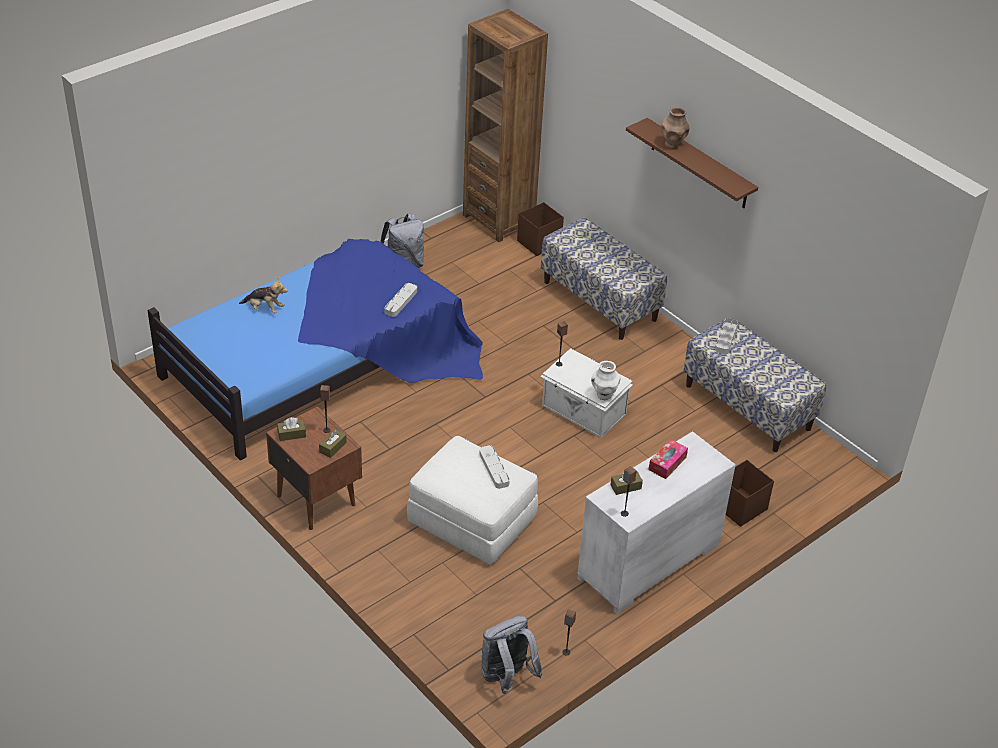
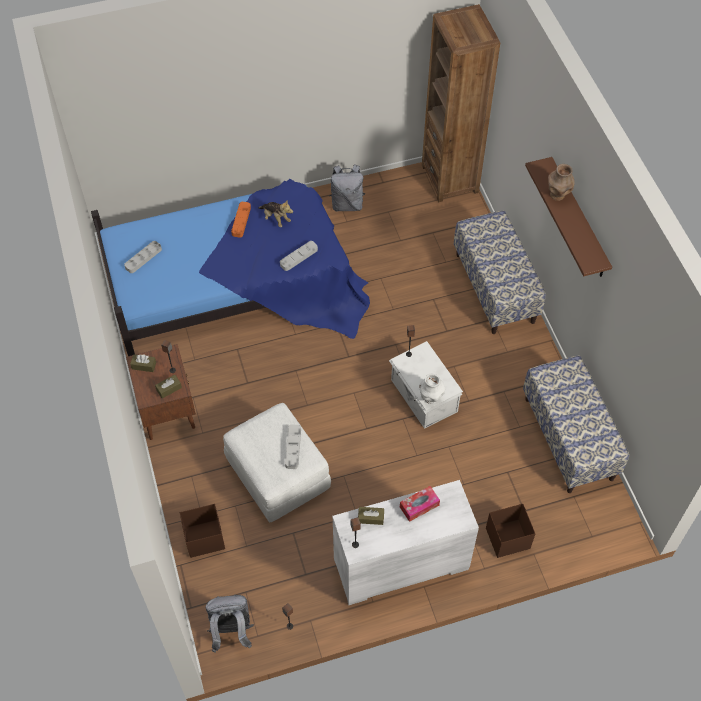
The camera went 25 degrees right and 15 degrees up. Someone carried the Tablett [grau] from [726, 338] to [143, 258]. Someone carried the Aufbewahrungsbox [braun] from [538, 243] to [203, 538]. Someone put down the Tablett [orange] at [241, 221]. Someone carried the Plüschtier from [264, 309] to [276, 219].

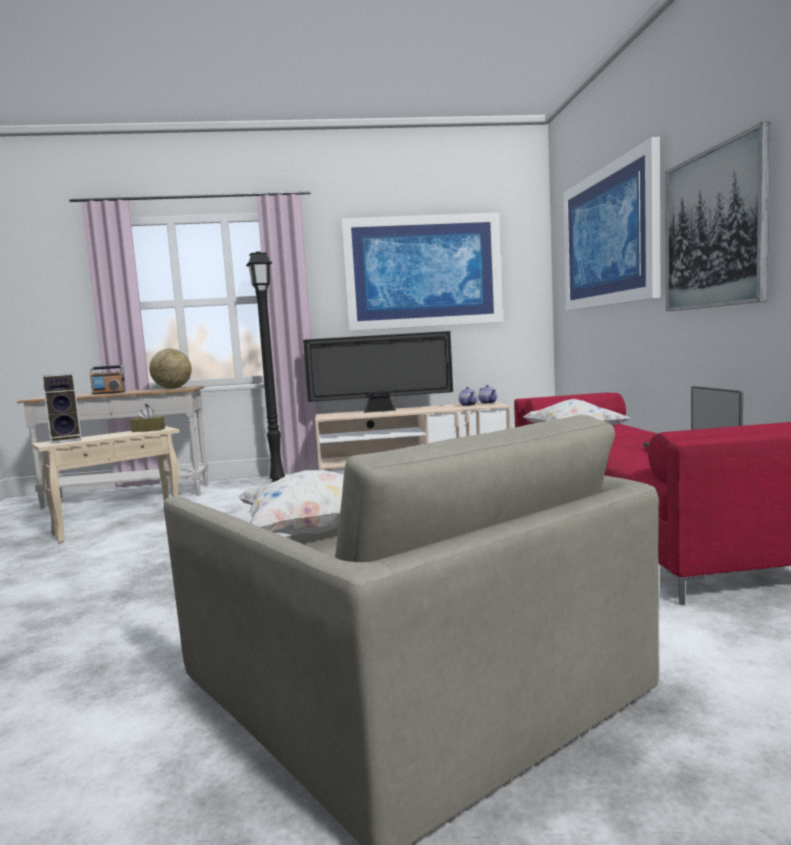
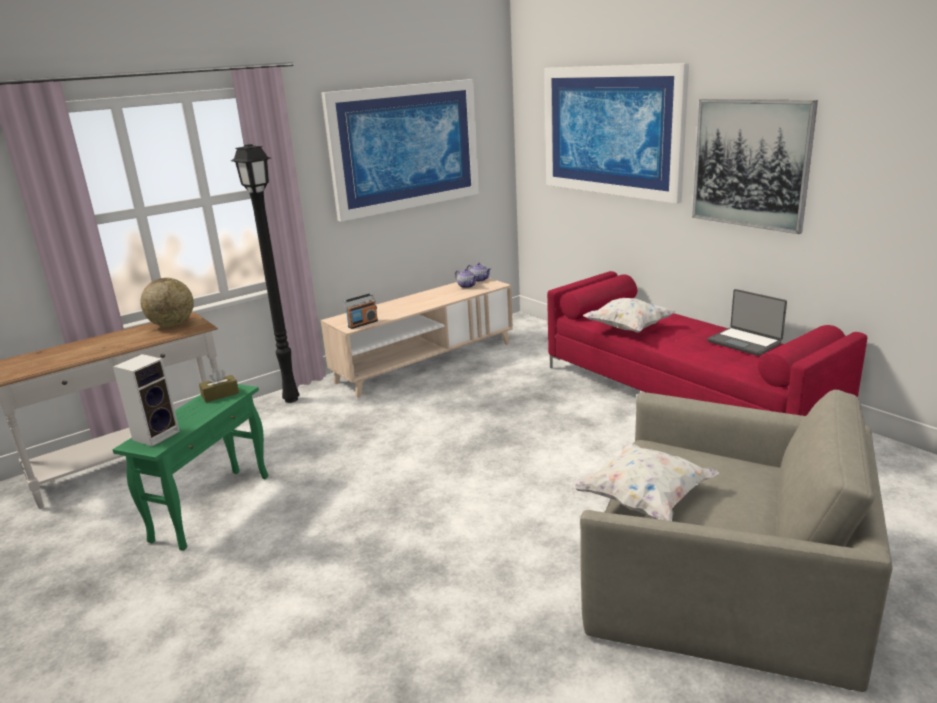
The camera went 30 degrees left and 15 degrees up. Someone repainted the Beistelltisch [beige] at [118, 525], which became the Beistelltisch [grün] at [212, 508]. Someone carried the Radio from [109, 393] to [362, 324]. Someone took away the Fernseher at [382, 411].

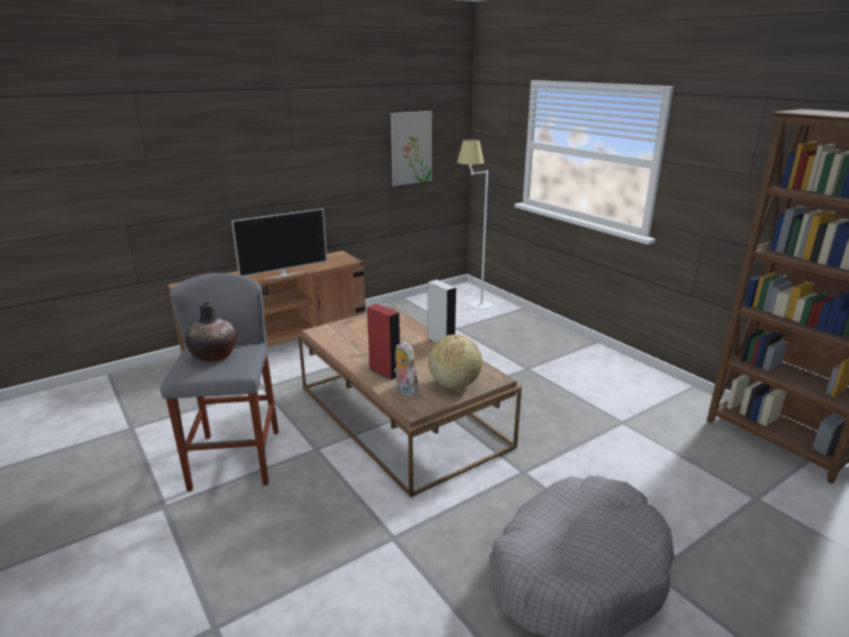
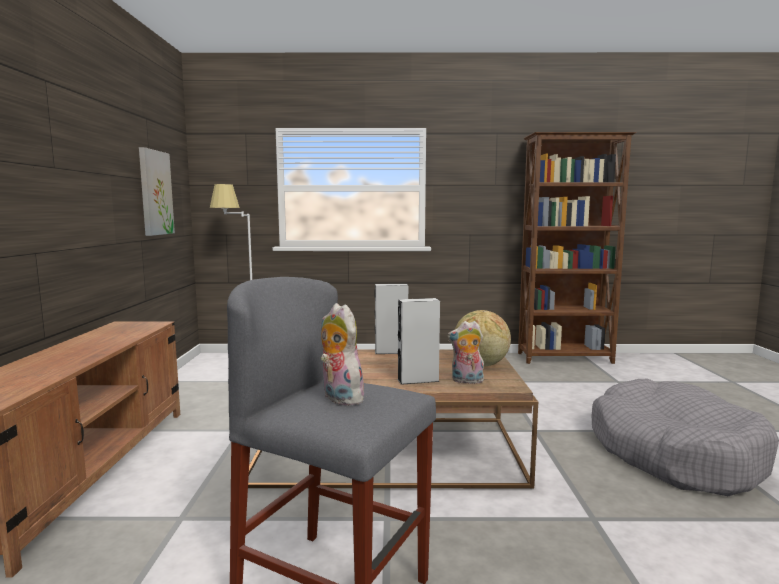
The camera went 55 degrees left and 15 degrees down. Someone swapped the Vase at [214, 355] for the Plüschtier at [339, 398]. Someone repainted the Lautsprecher [rot] at [384, 372], which became the Lautsprecher [grau] at [418, 380]. Someone took away the Fernseher at [284, 275].

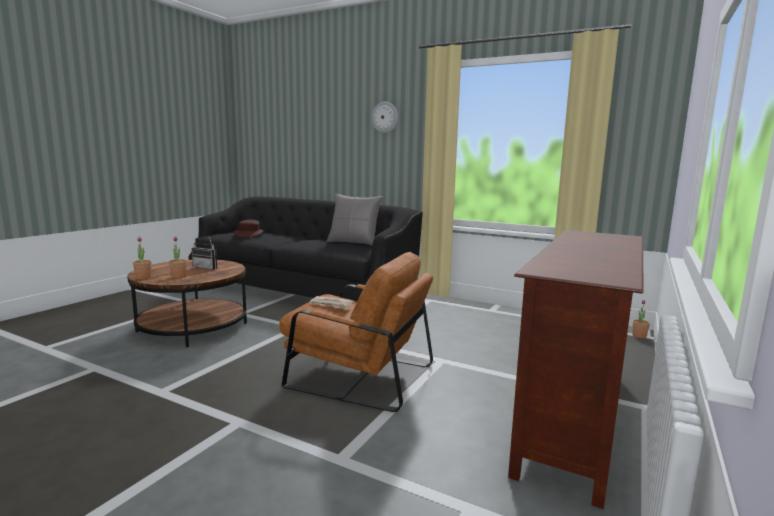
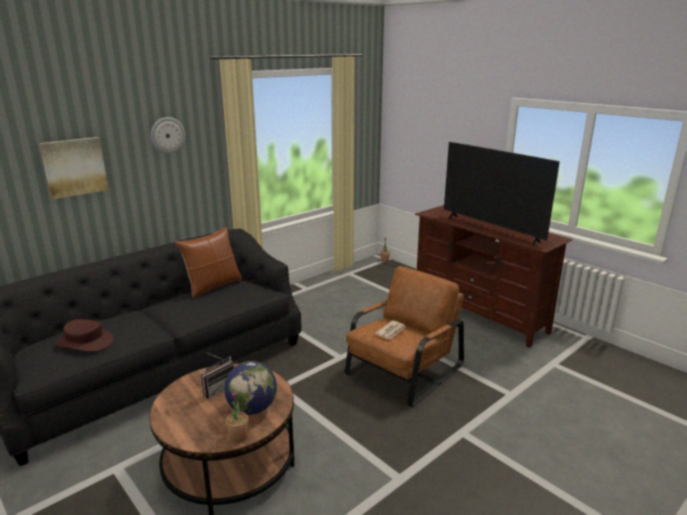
The camera went 70 degrees left and 10 degrees up. Someone put up the Bild at [74, 167]. Someone repainted the Kissen [grau] at [354, 242], which became the Kissen [braun] at [213, 286]. Someone swapped the Topfpflanze at [178, 276] for the Globus at [252, 408]. Someone put down the Fernseher at [491, 229].

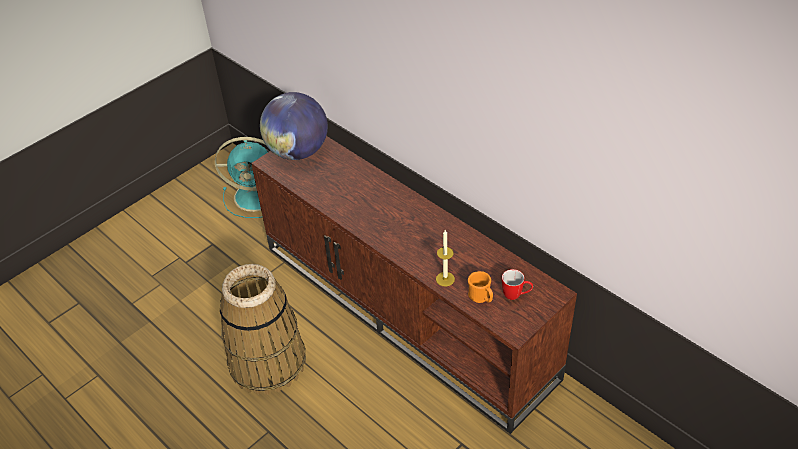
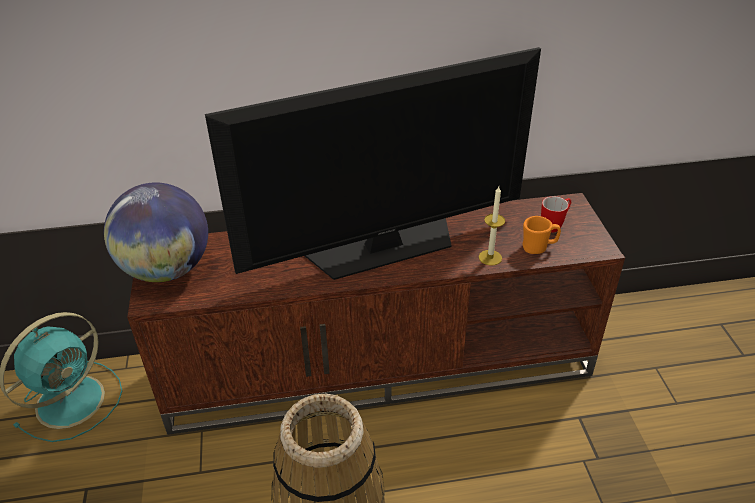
The camera went 55 degrees left and 5 degrees down. Someone put down the Fernseher at [383, 246].

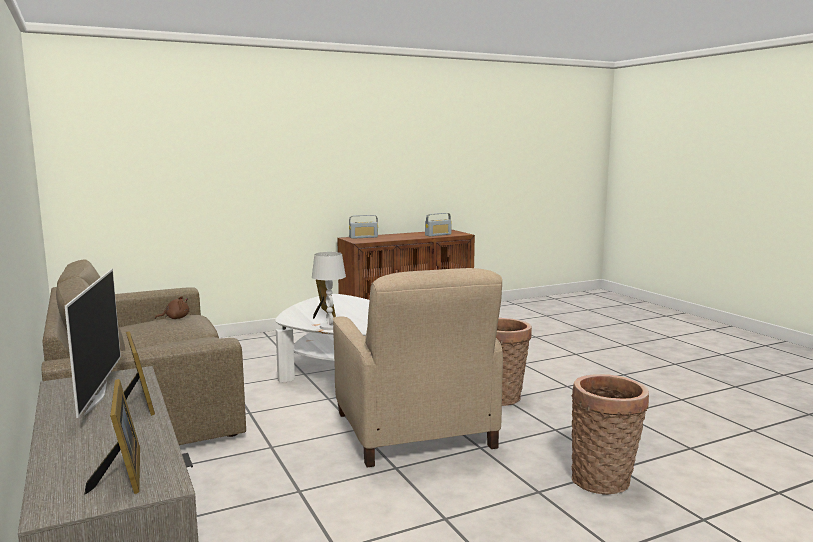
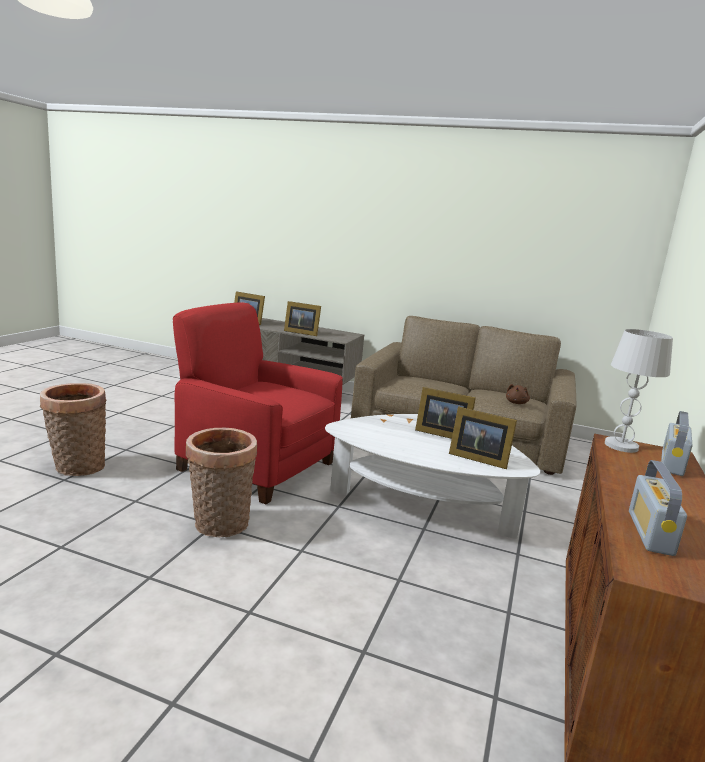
The camera went 135 degrees right and 5 degrees up. Someone repainted the Sessel [beige] at [414, 431], which became the Sessel [rot] at [255, 465]. Someone put down the Bilderrahmen at [477, 458]. Someone carried the Tischlampe [weiß] from [329, 327] to [621, 446]. Someone took away the Fernseher at [94, 398].

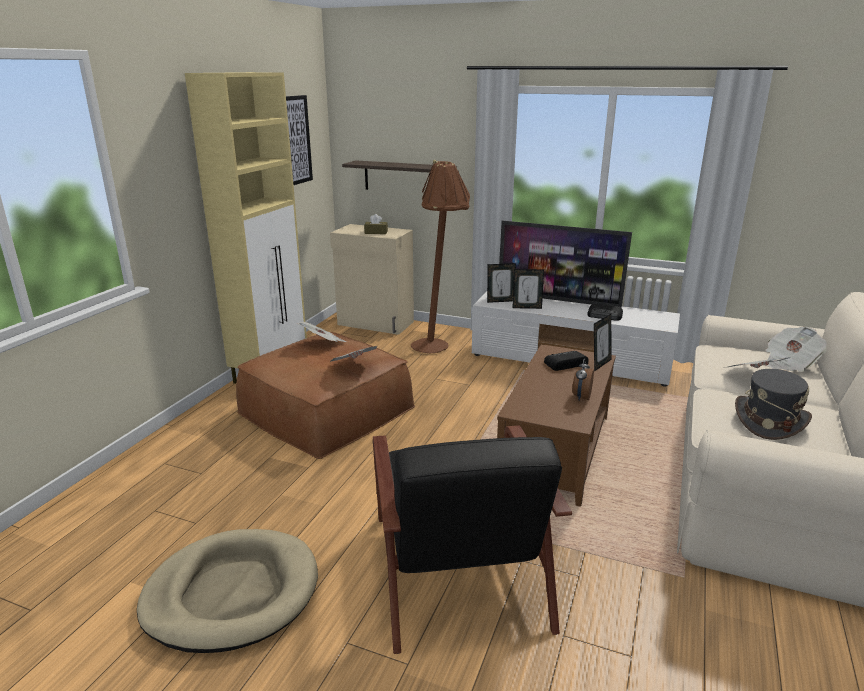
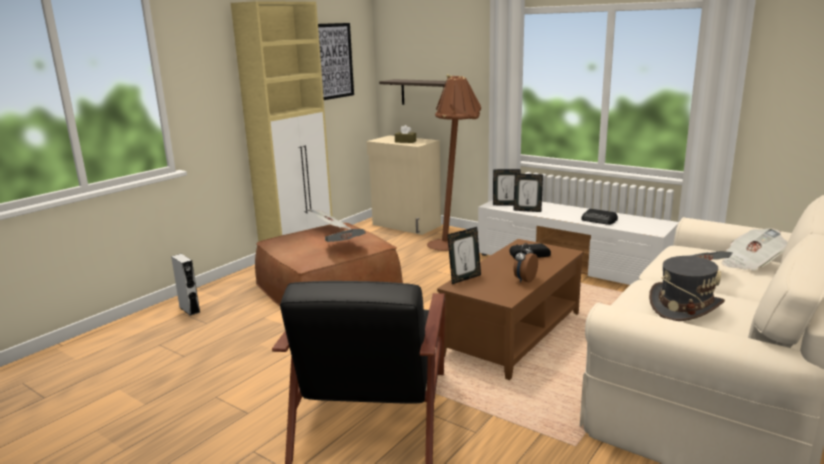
The camera went 15 degrees right and 5 degrees down. Someone put down the Lautsprecher [grau] at [189, 309]. Someone carried the Bilderrahmen from [600, 364] to [464, 278]. Someone took away the Hundebett [beige] at [232, 593]. Someone took away the Fernseher at [558, 300].

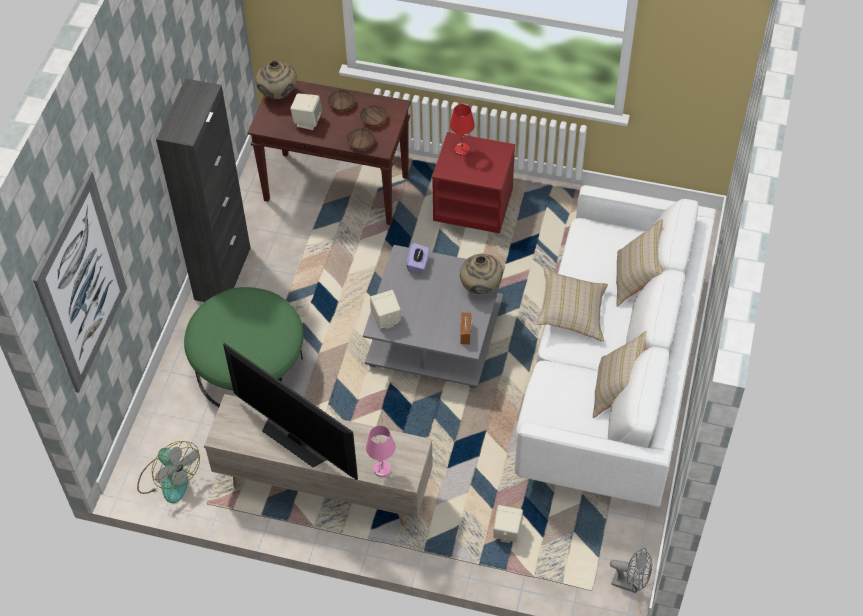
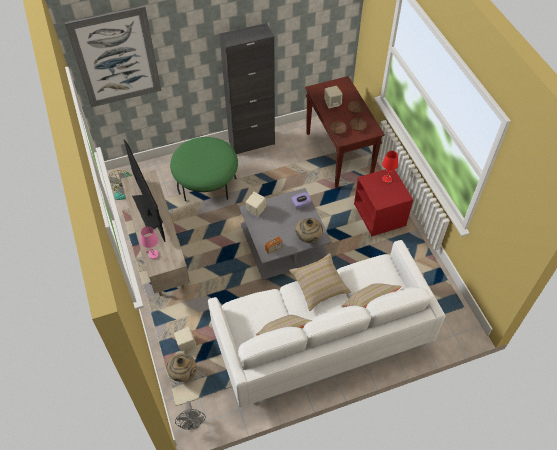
The camera went 55 degrees right and 0 degrees up. Someone rotated the Fernseher at [297, 439] by 150 degrees clockwise. Someone carried the Vase [beige] from [278, 95] to [183, 374].

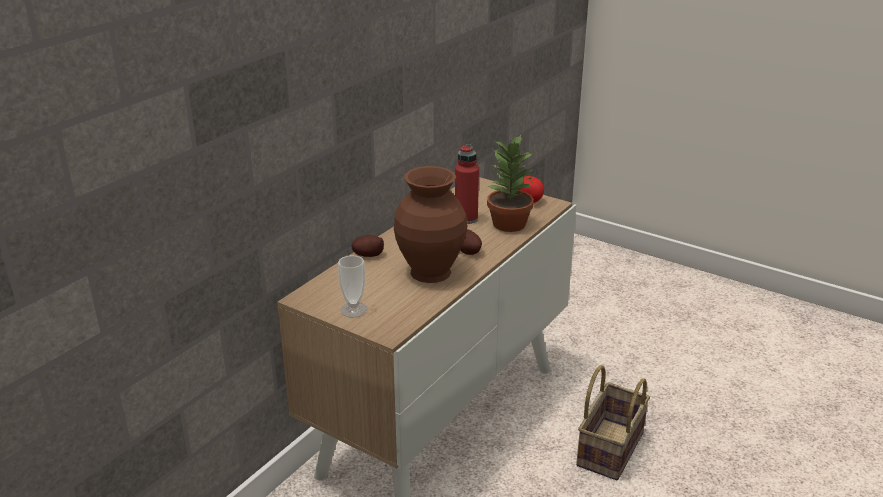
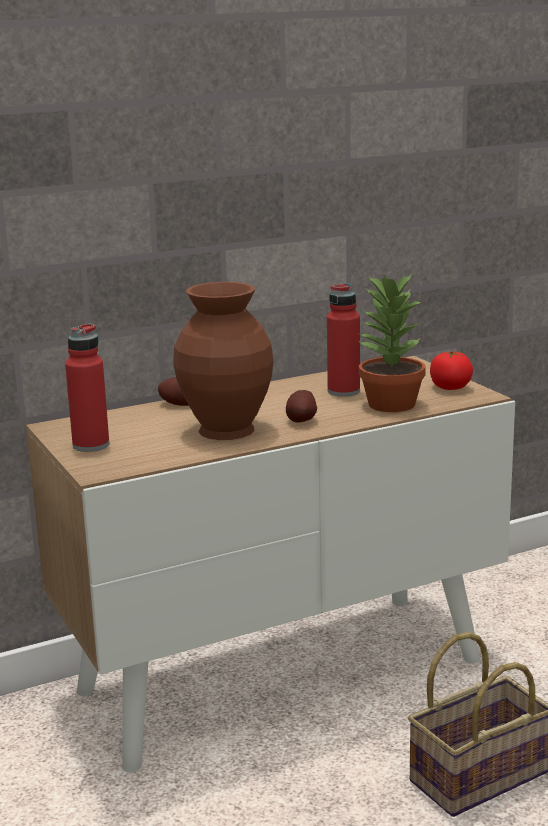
The camera went 30 degrees right and 10 degrees down. Someone swapped the Tasse at [353, 310] for the Flasche [rot] at [91, 445].

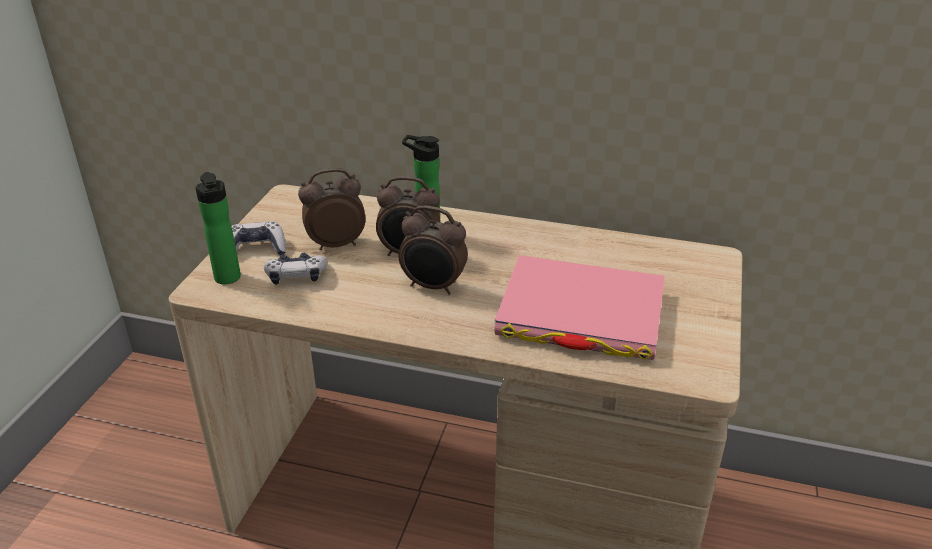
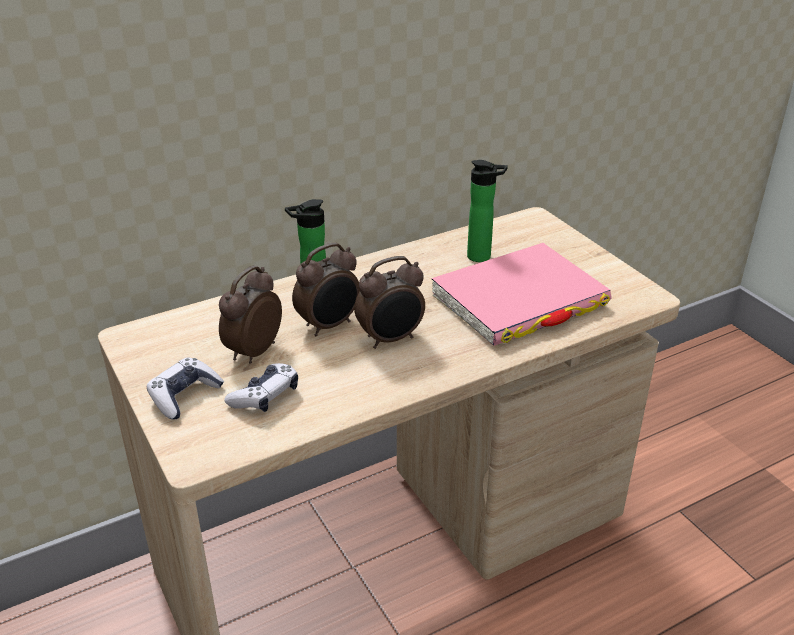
The camera went 45 degrees left and 0 degrees up. Someone carried the Flasche from [228, 279] to [482, 257].

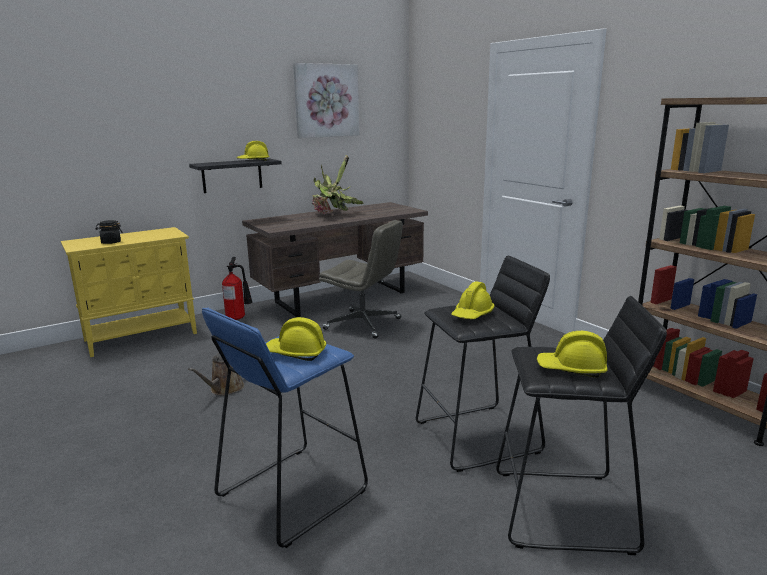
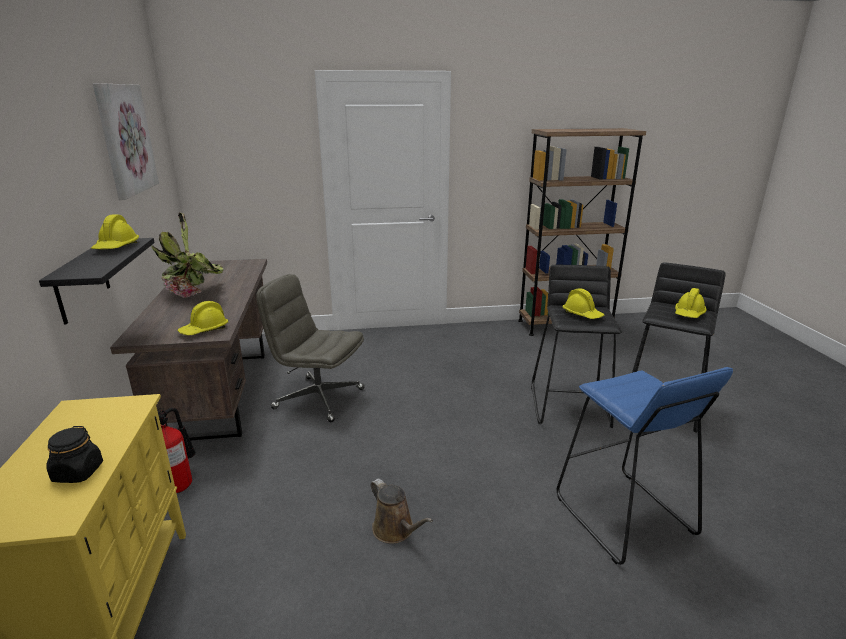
The camera went 65 degrees left and 5 degrees up. Someone carried the Schutzhelm [gelb] from [295, 353] to [204, 330]. Someone rotated the Bürostuhl [grau] at [364, 324] by 120 degrees counterclockwise.

